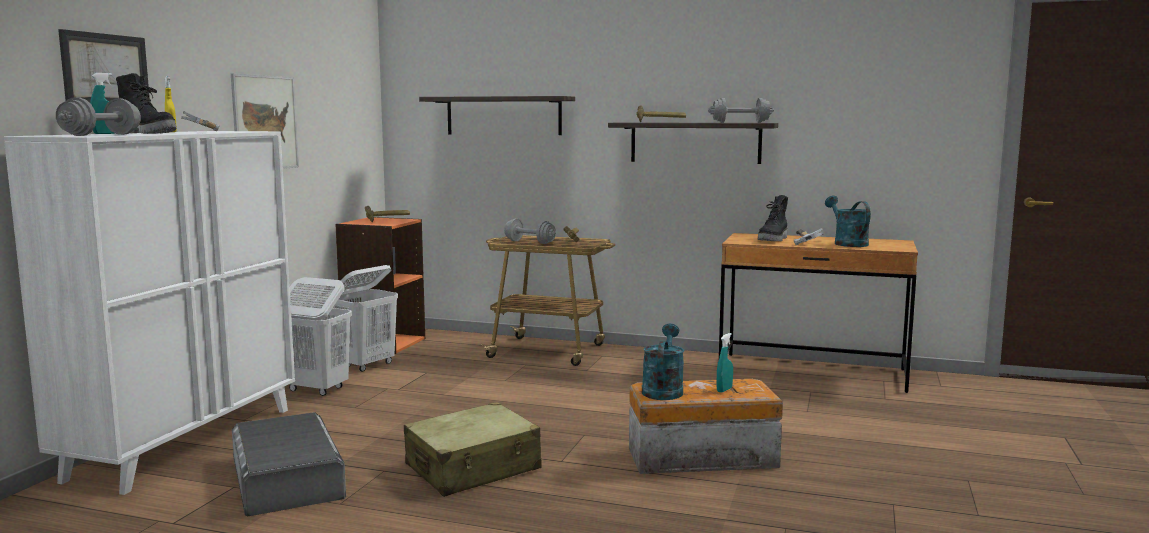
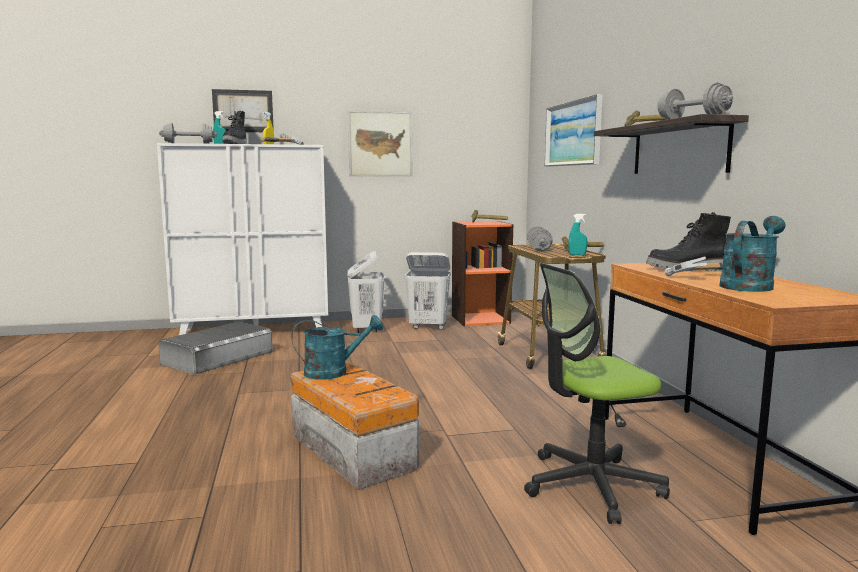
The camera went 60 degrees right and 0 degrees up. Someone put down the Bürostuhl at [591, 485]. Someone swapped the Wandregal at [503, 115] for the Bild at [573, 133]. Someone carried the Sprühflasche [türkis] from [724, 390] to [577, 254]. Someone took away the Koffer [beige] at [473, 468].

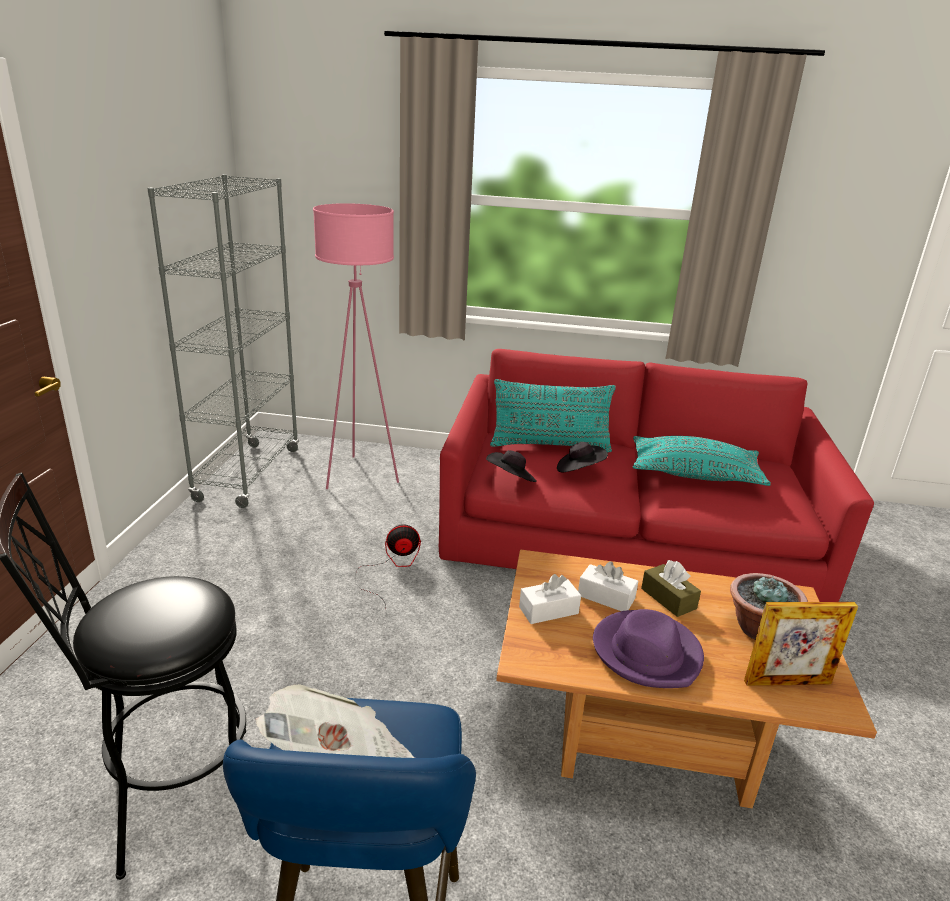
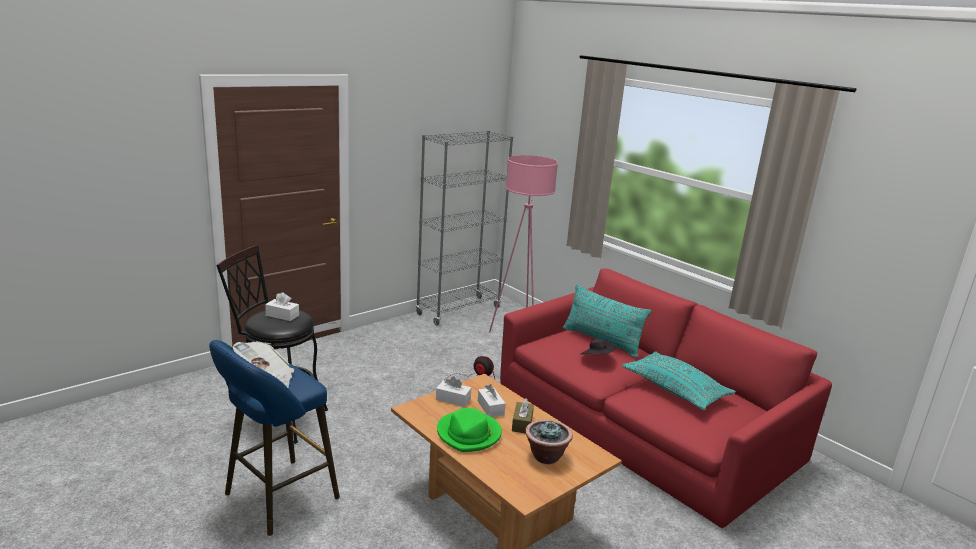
The camera went 40 degrees right and 5 degrees down. Someone put down the Taschentuchbox [weiß] at [282, 315]. Someone repainted the Hut [lila] at [647, 653], which became the Hut [grün] at [469, 434]. Someone took away the Hut [schwarz] at [511, 479]. Someone took away the Bilderrahmen at [787, 682].

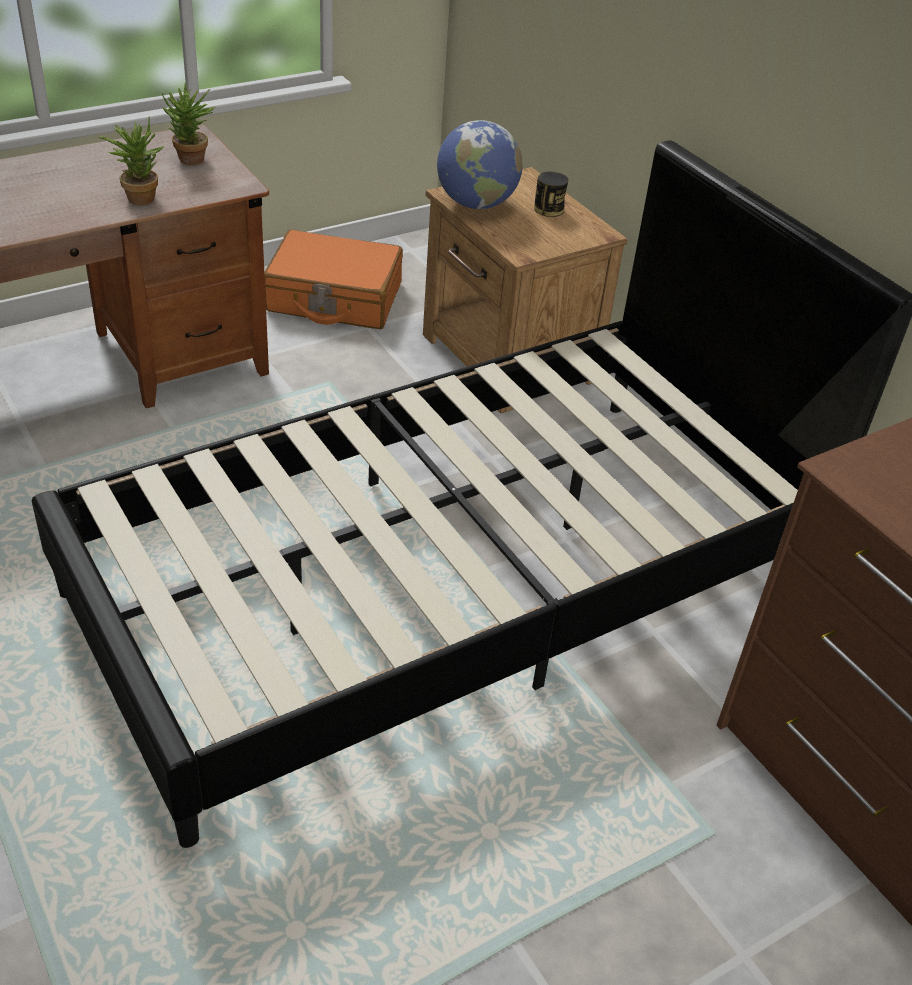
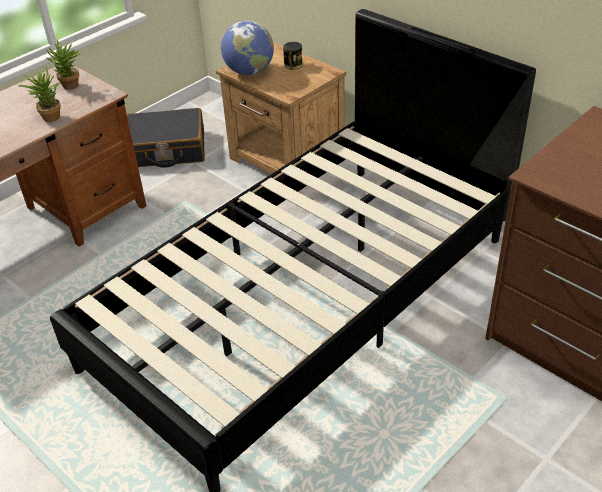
The camera went 10 degrees left and 0 degrees up. Someone repainted the Koffer [orange] at [334, 298], which became the Koffer [schwarz] at [167, 149].

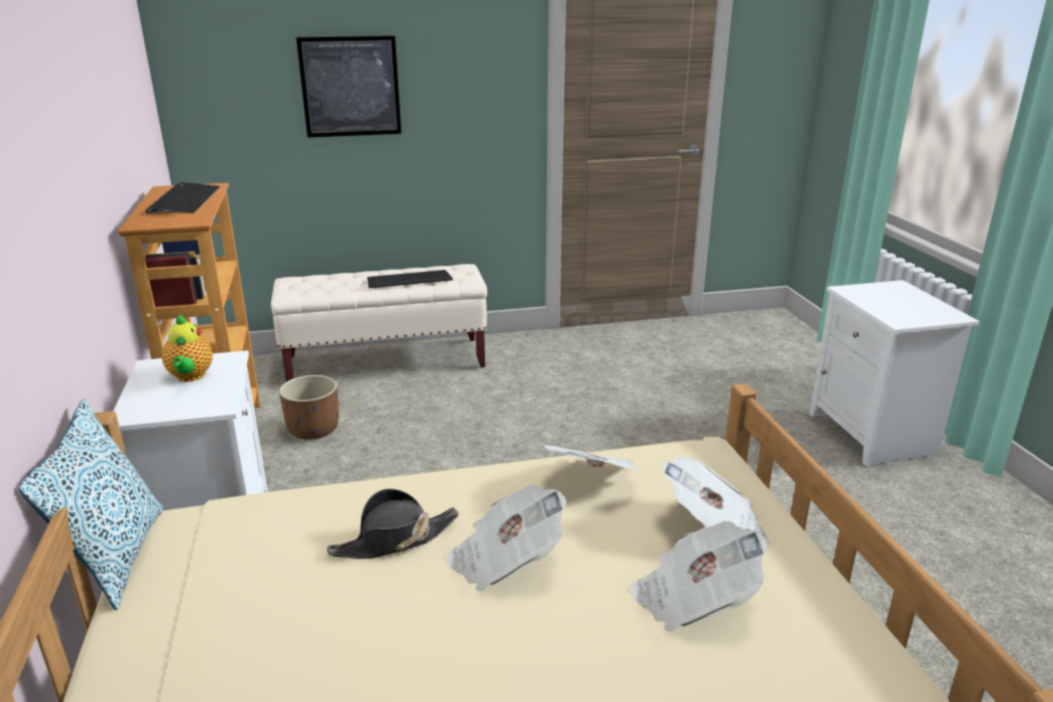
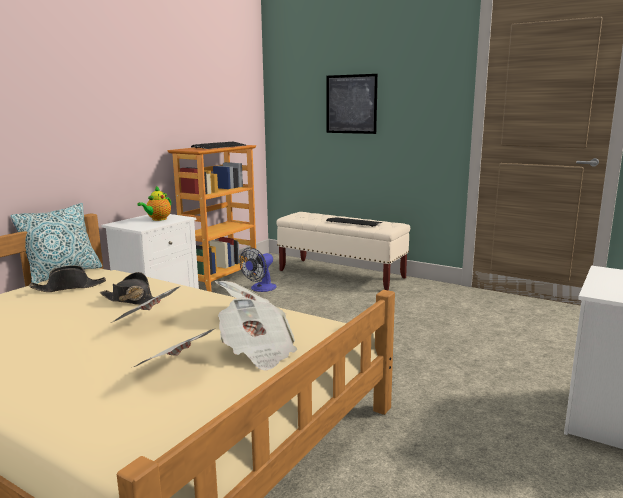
The camera went 45 degrees right and 10 degrees down. Someone put down the Hut [schwarz] at [69, 287]. Someone swapped the Pflanzkübel [braun] at [314, 430] for the Ventilator at [260, 289].

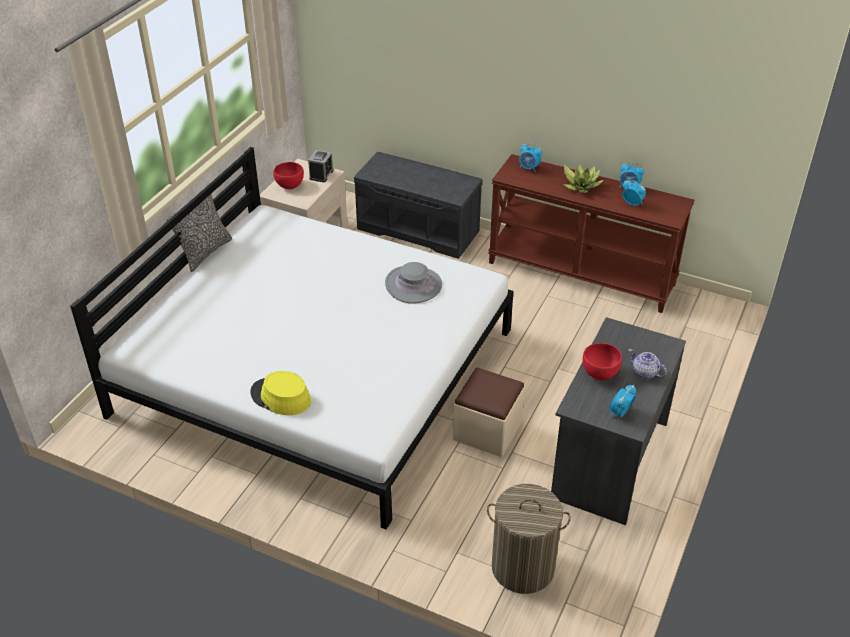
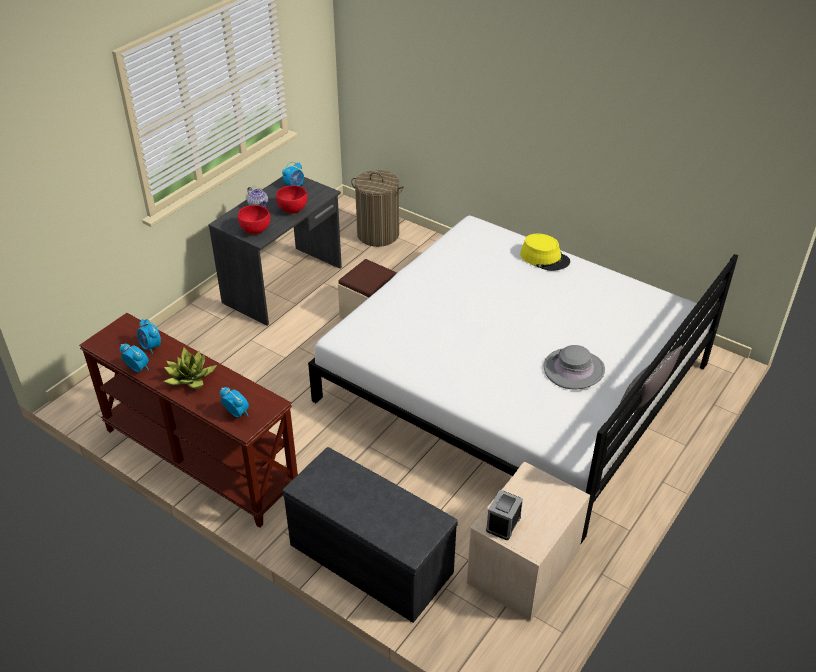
The camera went 170 degrees left and 0 degrees up. Someone carried the Schüssel [rot] from [290, 185] to [255, 230]. Someone carried the Hut [grau] from [413, 285] to [573, 369].

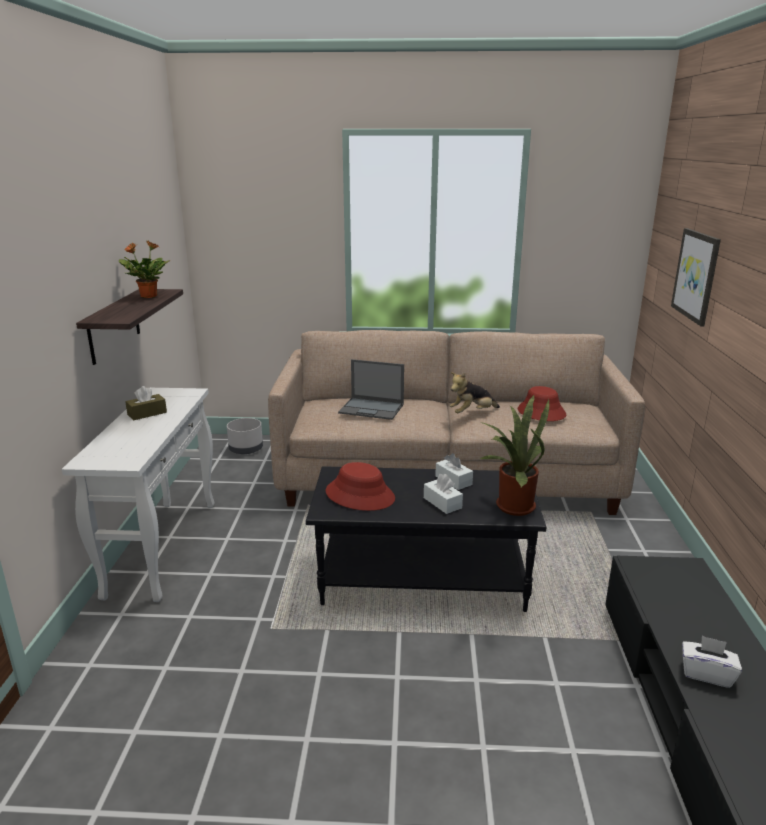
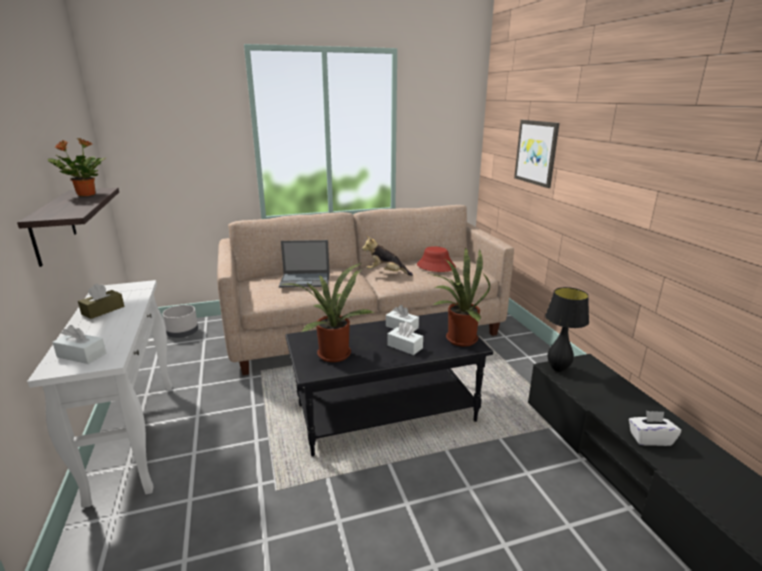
The camera went 20 degrees left and 0 degrees up. Someone put down the Taschentuchbox [weiß] at [82, 355]. Someone swapped the Hut [rot] at [360, 495] for the Topfpflanze at [333, 352]. Someone rotated the Plüschtier at [472, 413] by 60 degrees clockwise. Someone put down the Tischlampe [schwarz] at [558, 369].

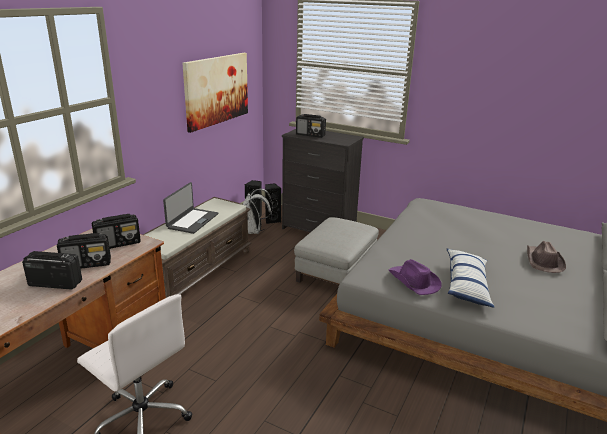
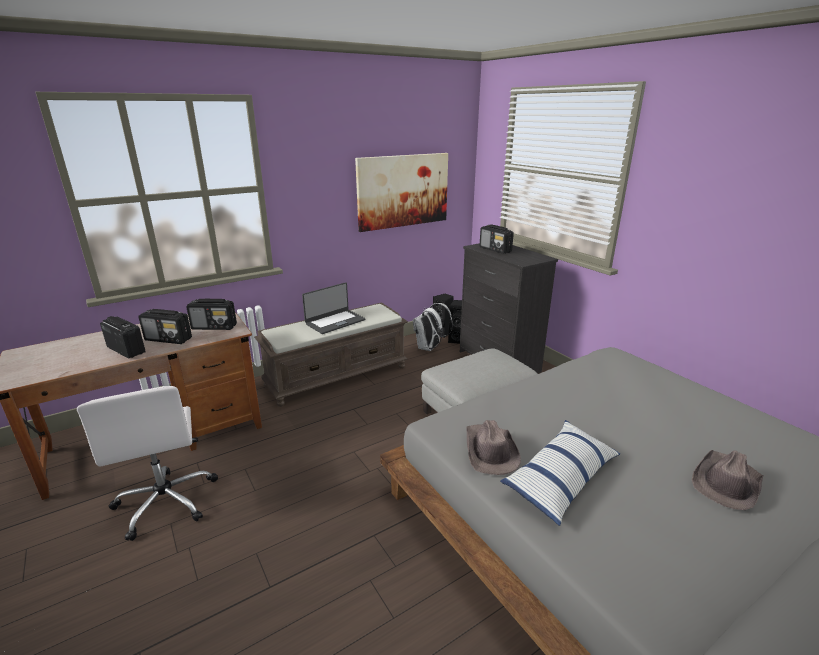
The camera went 30 degrees right and 0 degrees up. Someone repainted the Hut [lila] at [413, 281], which became the Hut [braun] at [490, 450].

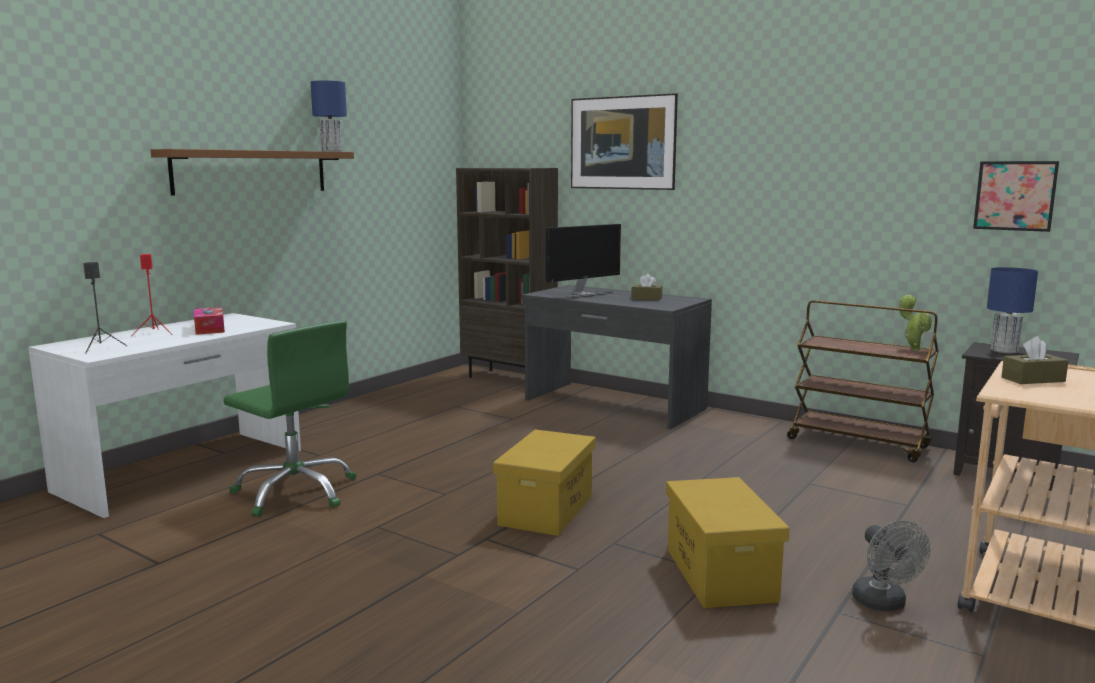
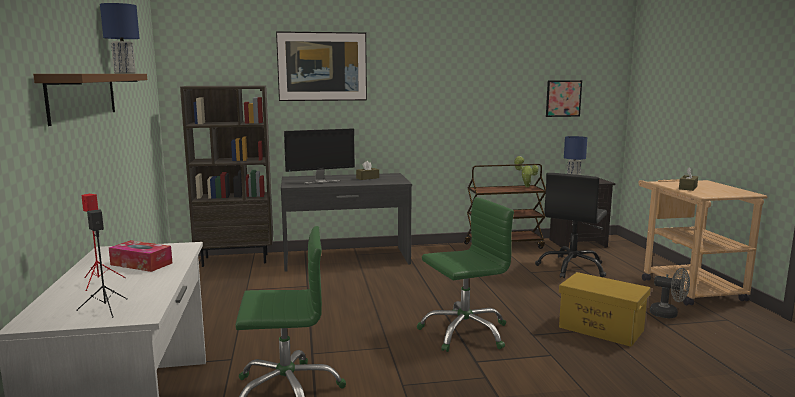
The camera went 45 degrees left and 0 degrees up. Someone rotated the Monitor at [582, 294] by 60 degrees clockwise. Someone swapped the Aufbewahrungsbox [gelb] at [546, 510] for the Bürostuhl [grün] at [464, 332]. Someone put down the Bürostuhl [schwarz] at [572, 268].

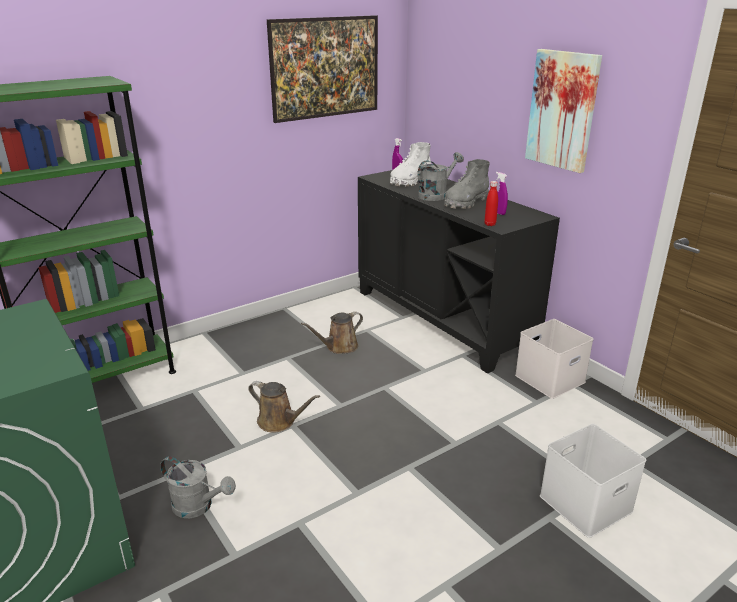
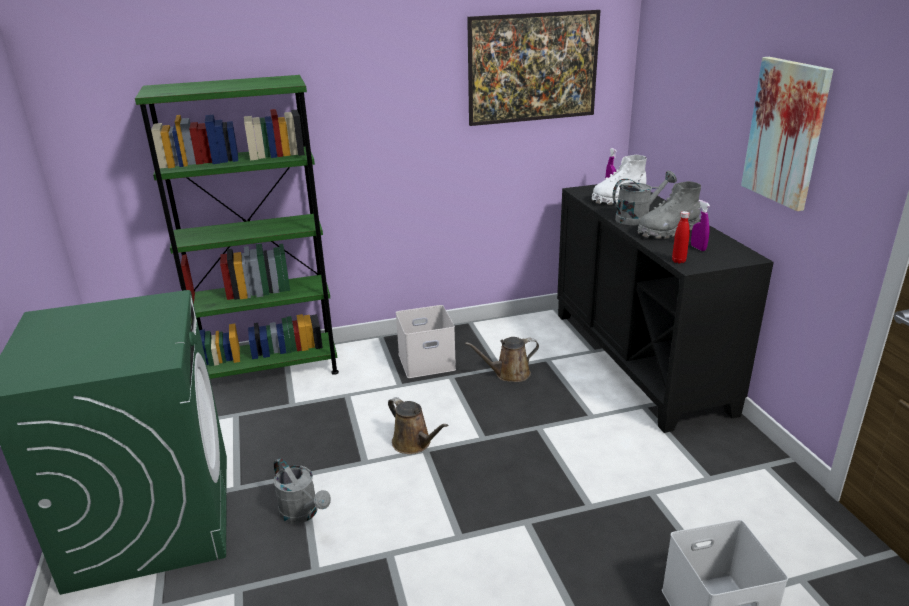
The camera went 20 degrees right and 0 degrees up. Someone carried the Aufbewahrungsbox [weiß] from [549, 377] to [427, 361].

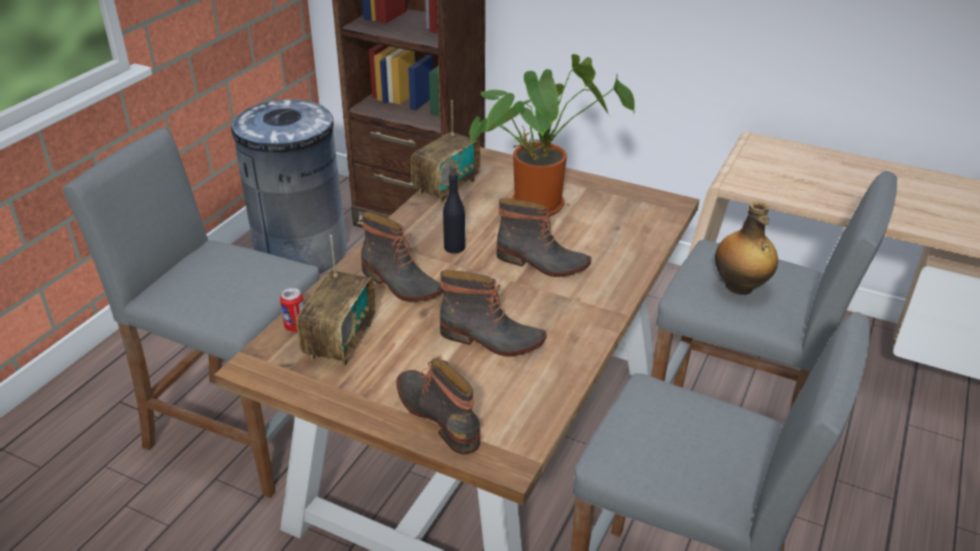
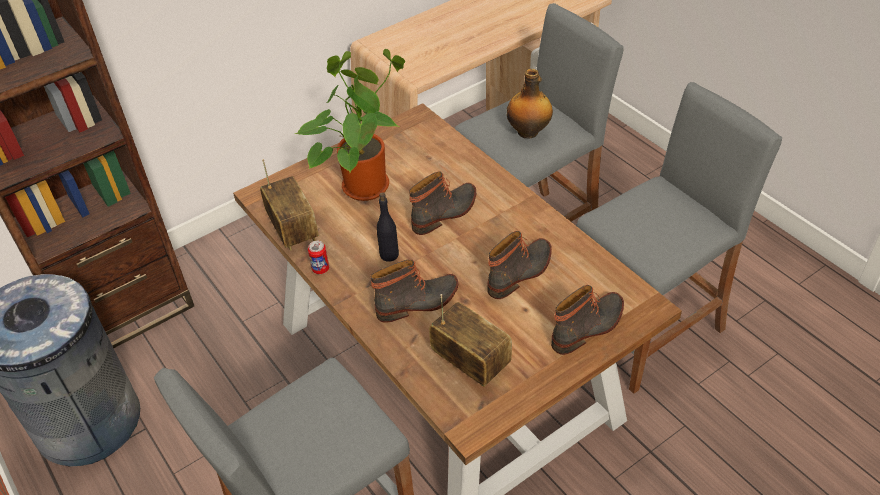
The camera went 60 degrees left and 10 degrees up. Someone carried the Dose from [295, 326] to [320, 269]. Someone rotated the Stiefel at [440, 415] by 150 degrees clockwise.

